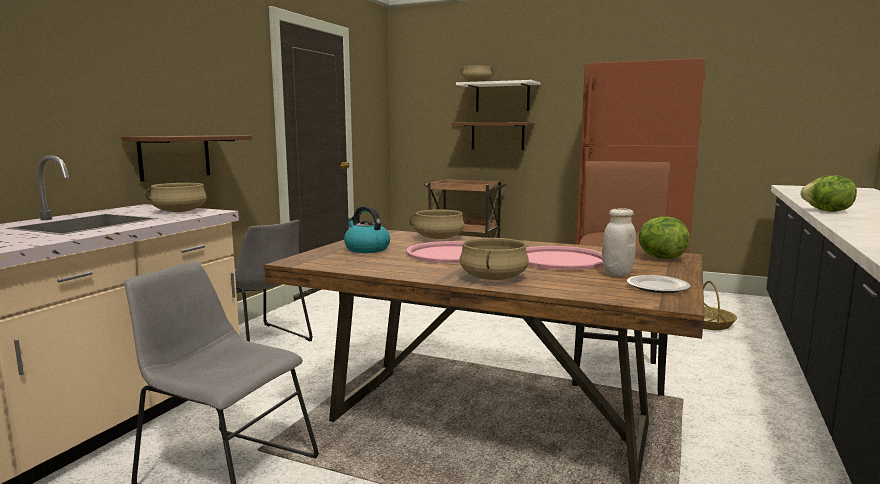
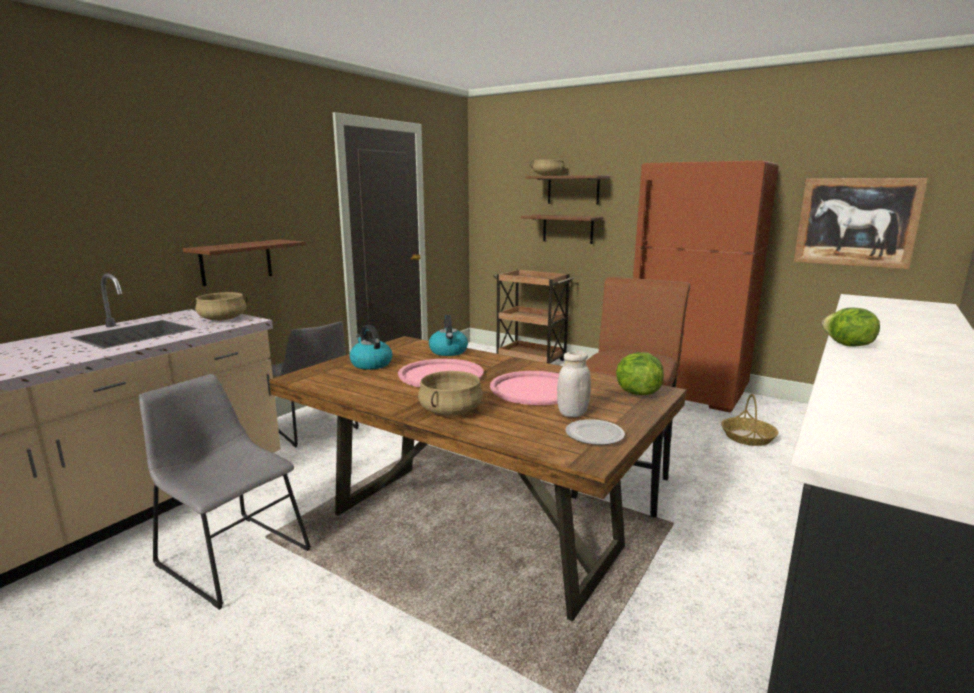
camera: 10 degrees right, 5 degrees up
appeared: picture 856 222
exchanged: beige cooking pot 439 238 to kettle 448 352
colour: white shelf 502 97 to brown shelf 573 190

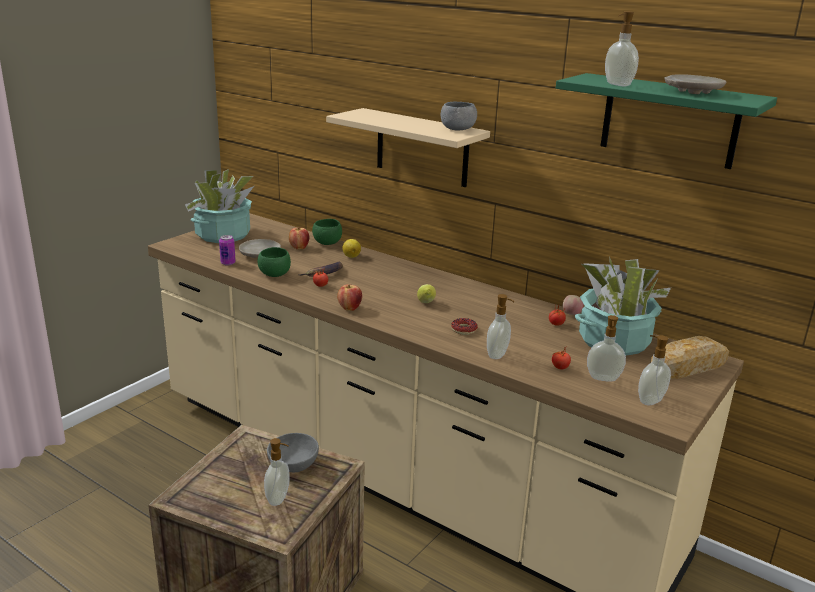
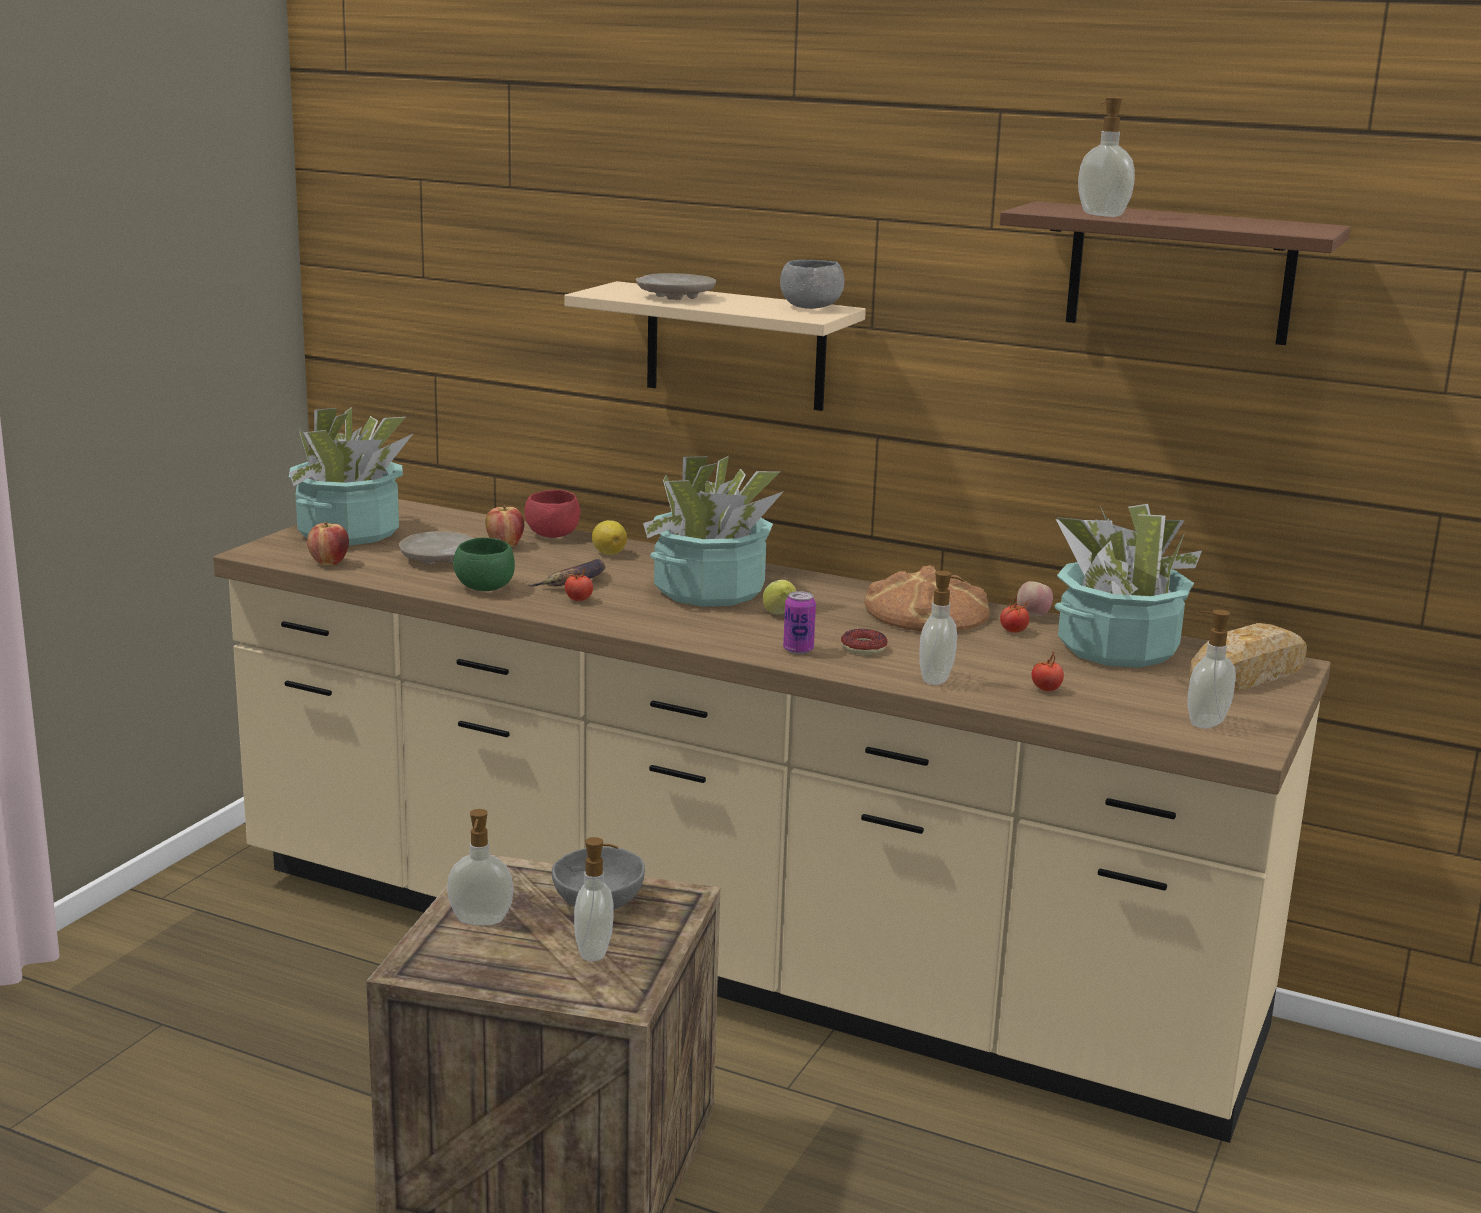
camera: 10 degrees left, 5 degrees down
appeared: potted plant 709 591; bread 926 613
relocated: can 228 263 to 798 650; apple 349 308 to 329 563; soap dispenser 603 379 to 480 921; beige plate 692 92 to 675 297
colour: green bowl 327 243 to red bowl 552 535; green shelf 669 121 to brown shelf 1180 273

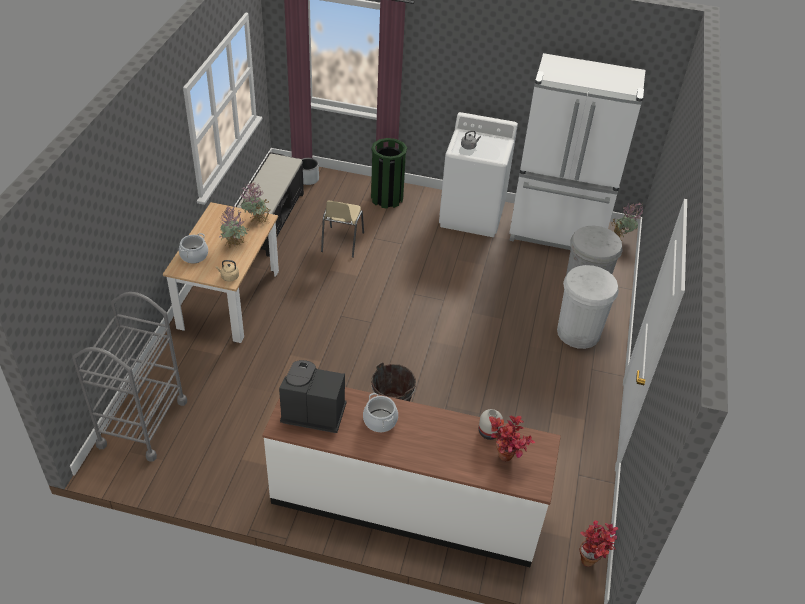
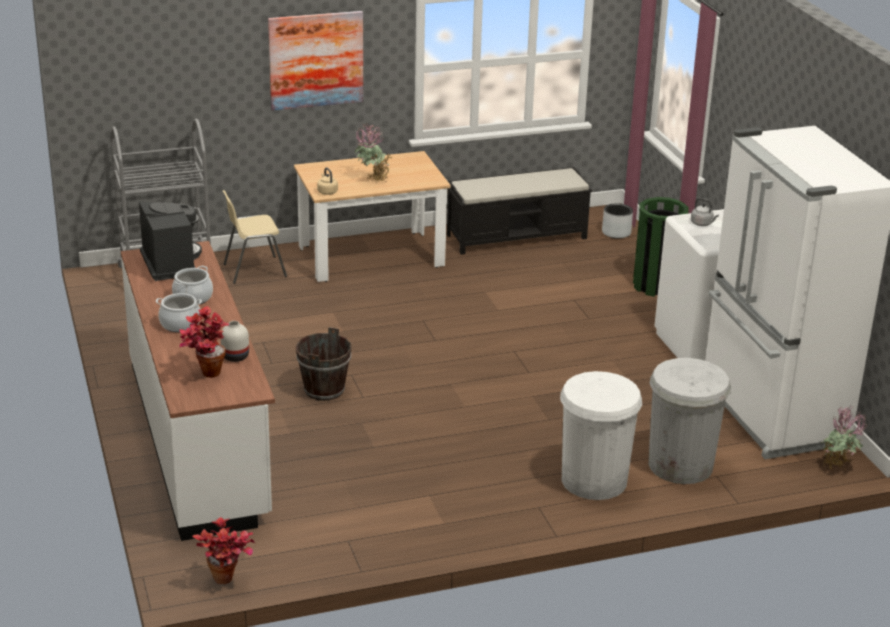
camera: 60 degrees right, 15 degrees down
missing: potted plant 257 223
appeared: picture 316 60
relocated: cooking pot 194 256 to 180 324; beige chair 341 242 to 254 270

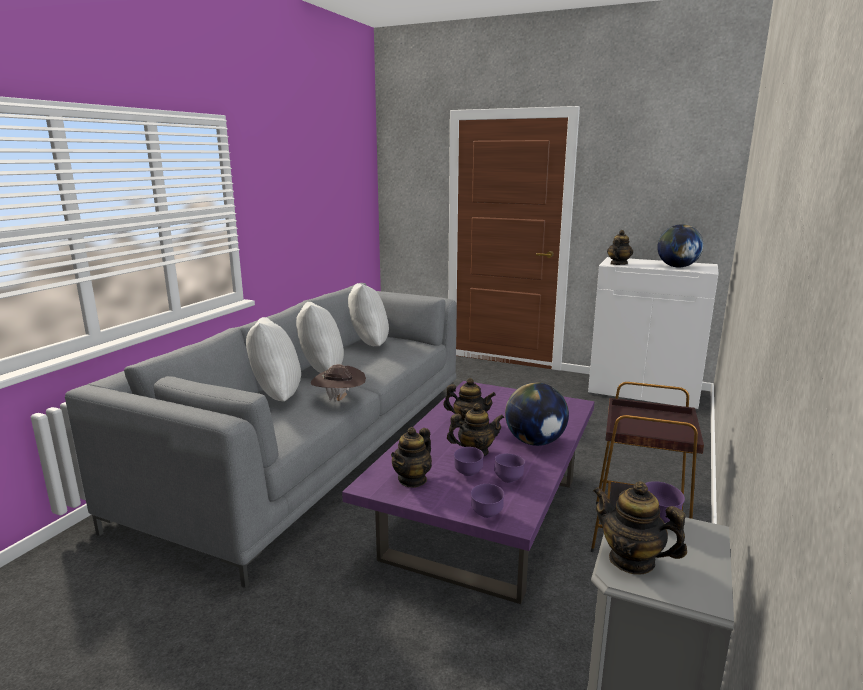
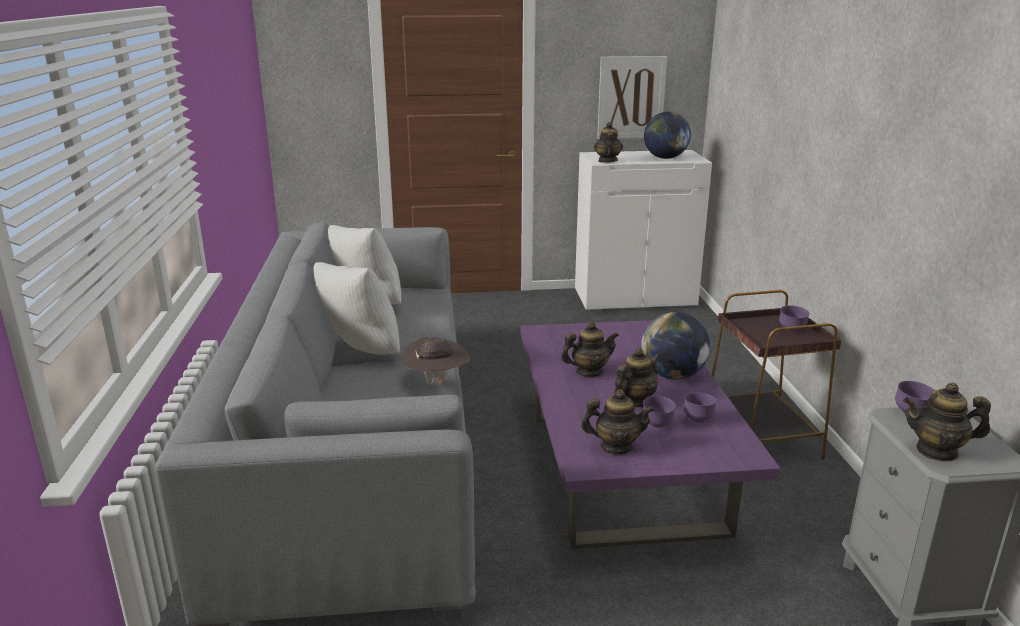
camera: 30 degrees left, 5 degrees up
missing: white pillow 275 397
appeared: picture 631 97
relocated: purple bowl 486 515 to 791 330
spun: teapot 412 480 = 616 447 90 degrees counterclockwise

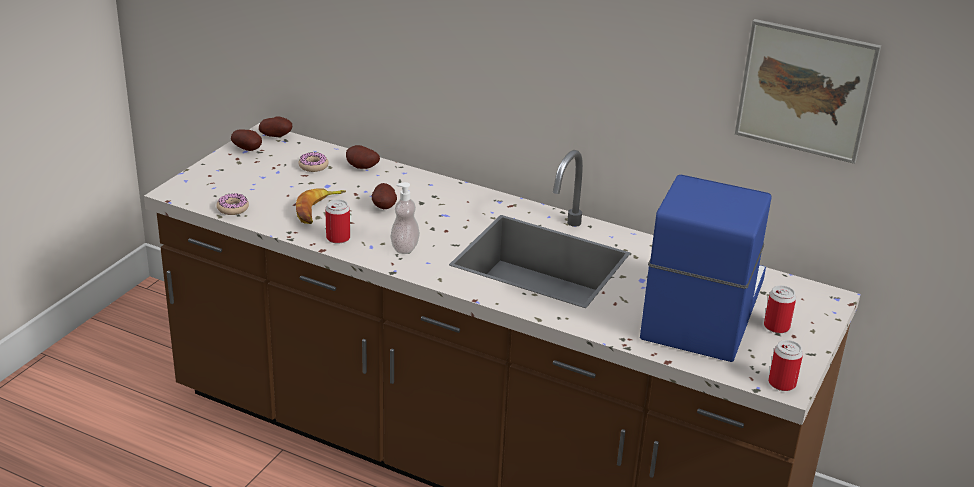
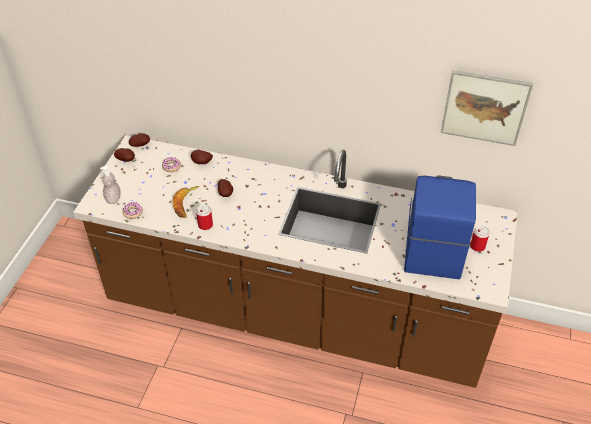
camera: 10 degrees left, 15 degrees up
missing: can 782 383
relocated: soap dispenser 405 248 to 113 198

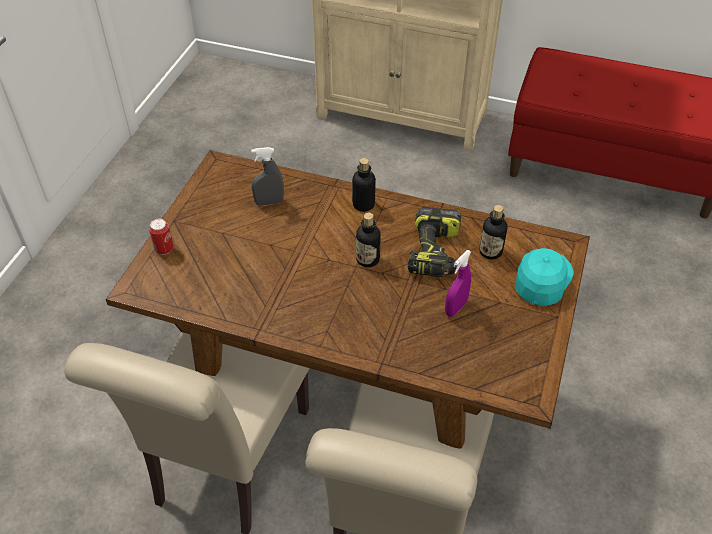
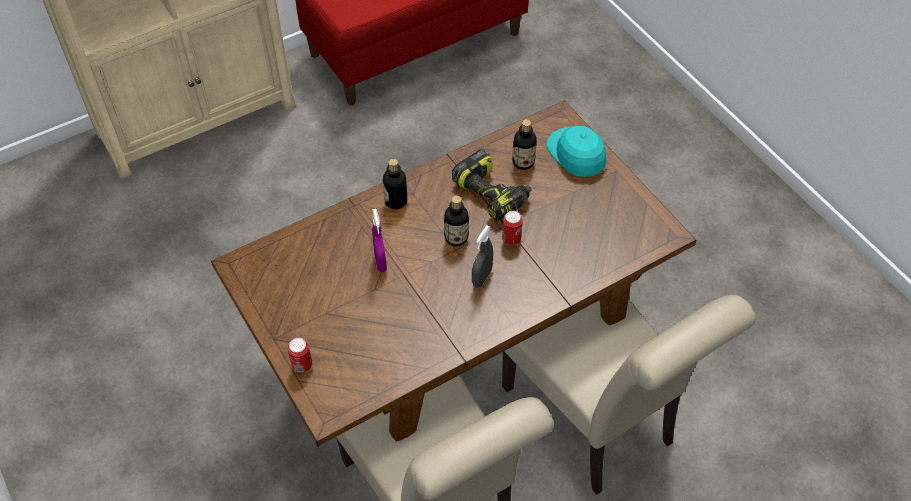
camera: 50 degrees left, 5 degrees up
appeared: can 511 239
relocated: grey spray bottle 269 202 to 482 278; purple spray bottle 456 308 to 380 262

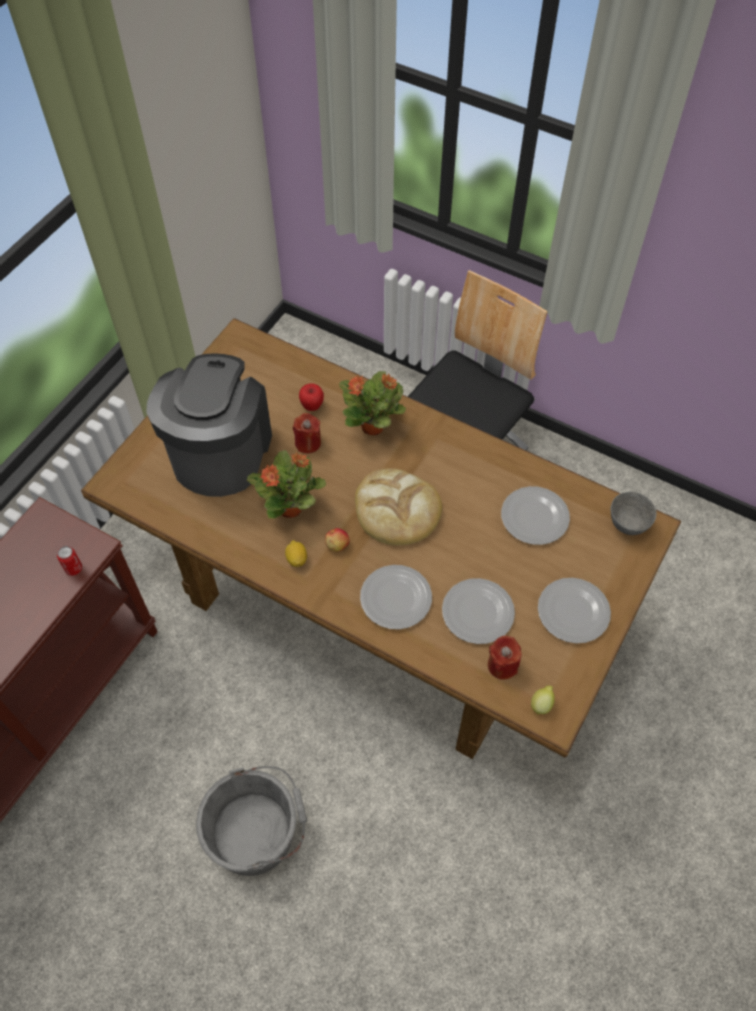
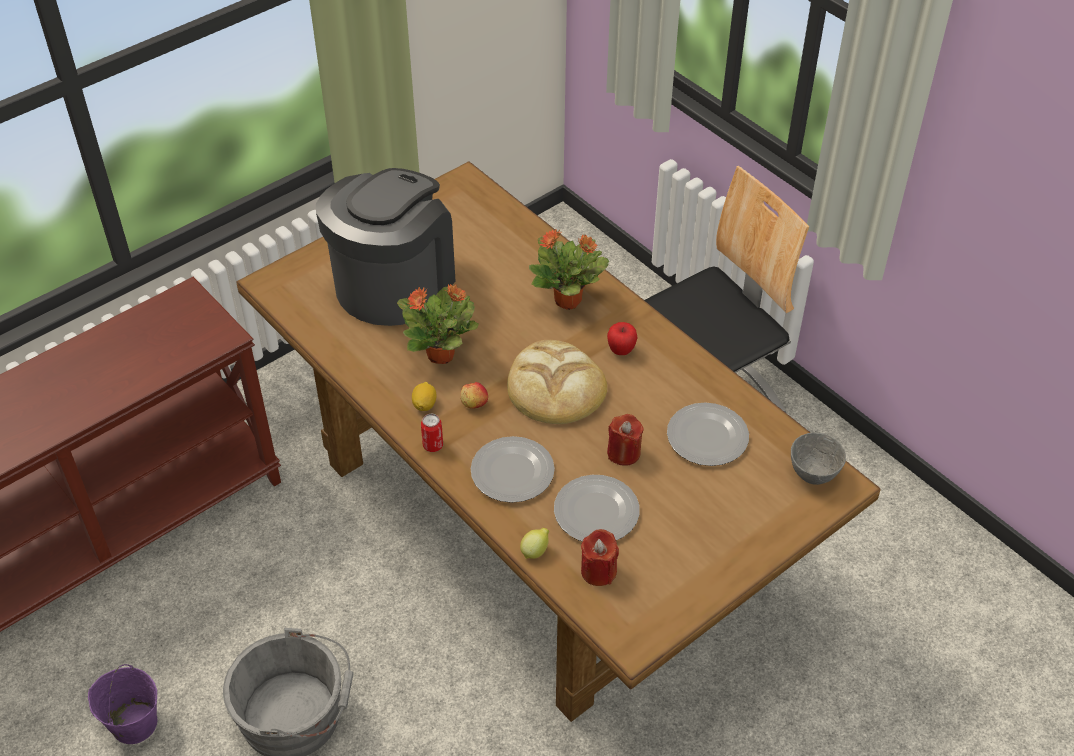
camera: 20 degrees right, 10 degrees down
missing: plate 574 611
appeared: purple bucket 133 723
relocated: can 74 568 to 433 445; red candle 308 443 to 623 453; apple 312 406 to 621 350; lemon 541 704 to 535 551

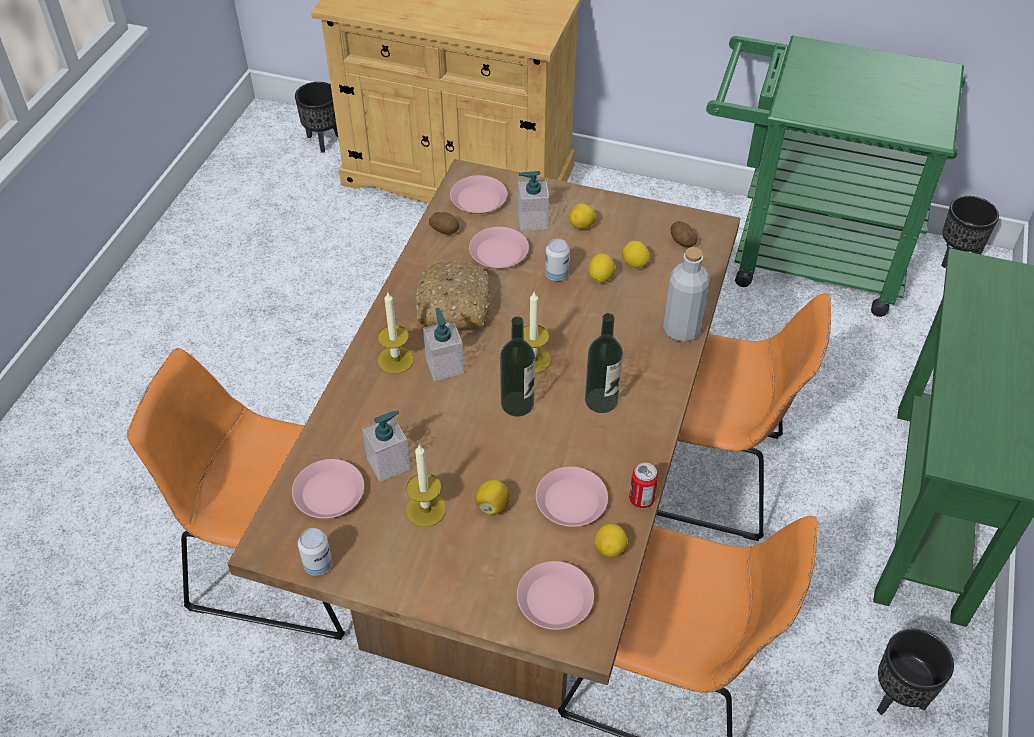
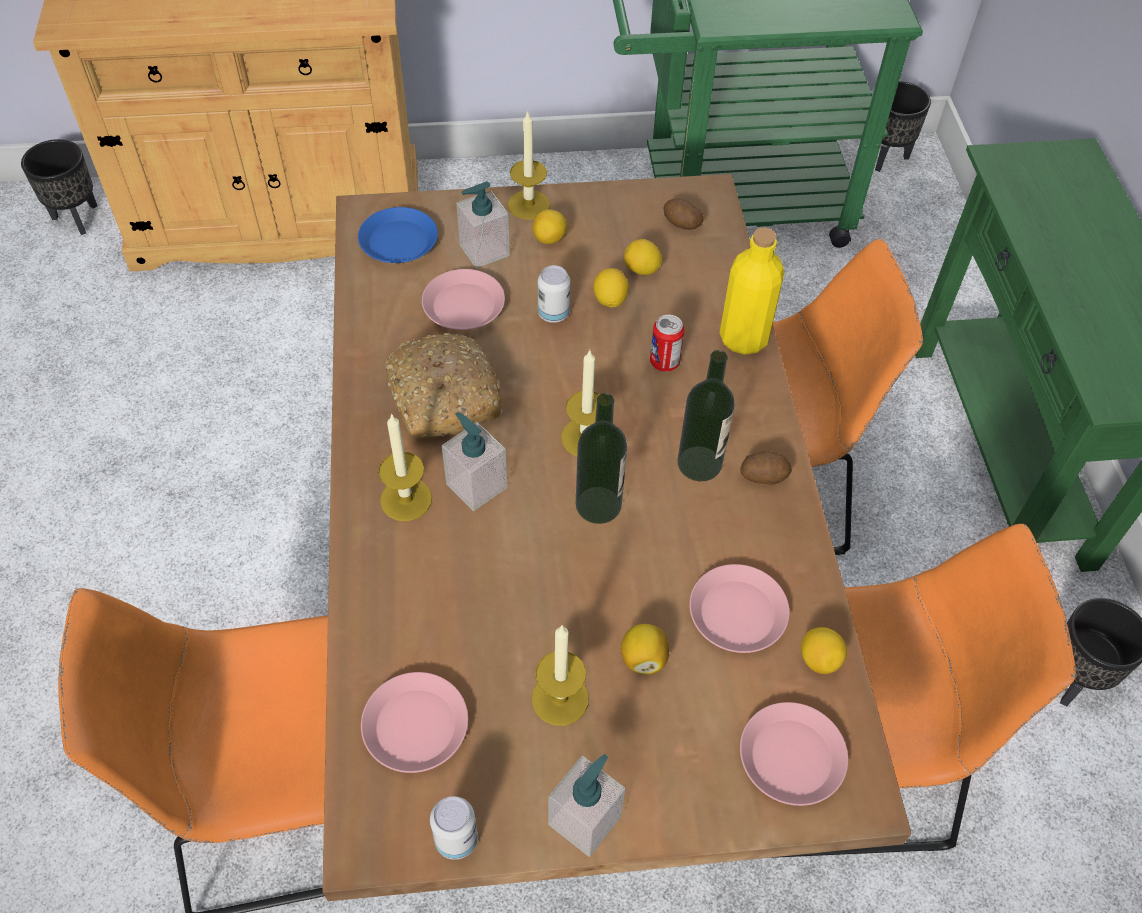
camera: 25 degrees left, 5 degrees up
appeared: candle 528 205
relocated: soap dispenser 389 463 to 585 820; potato 445 229 to 763 475; can 641 499 to 664 362
colour: pink plate 479 199 to blue plate 399 242; grey bottle 681 330 to yellow bottle 743 338

